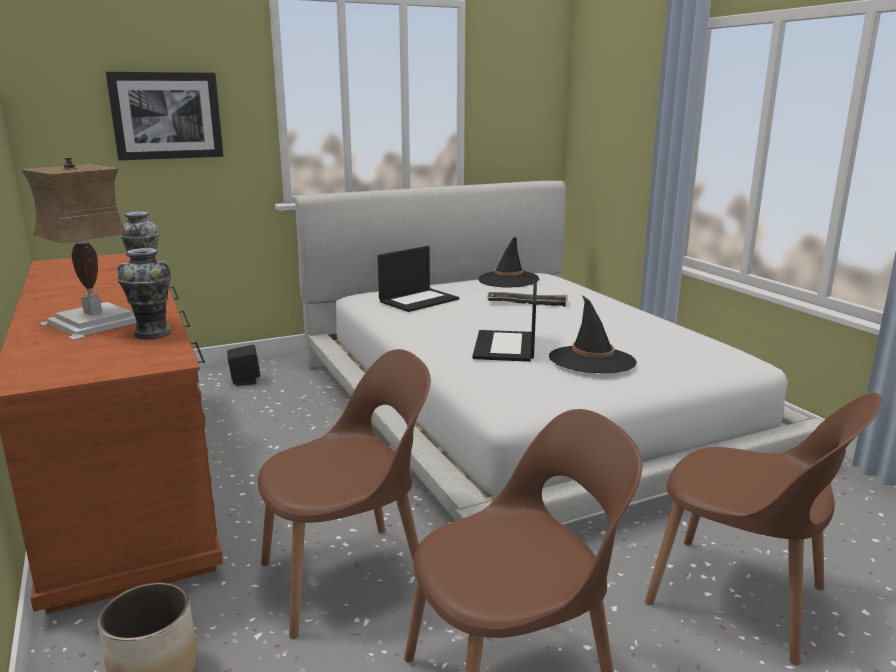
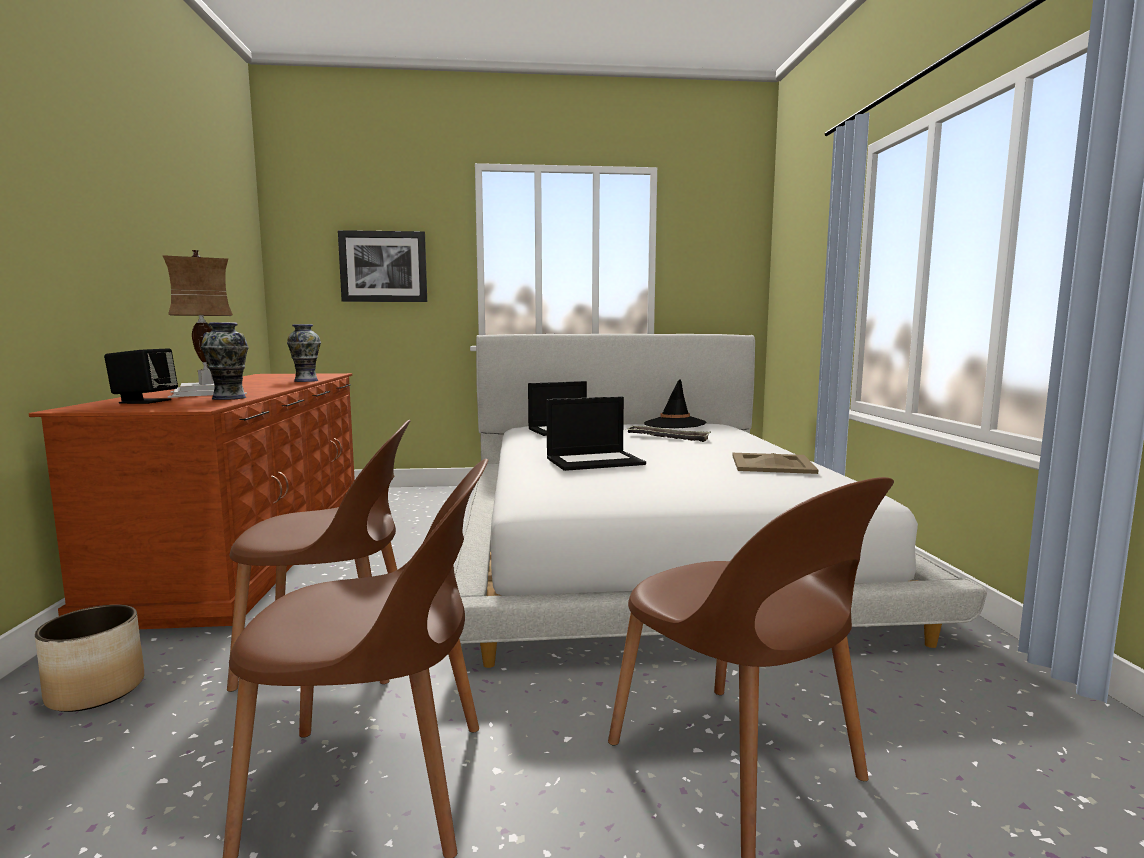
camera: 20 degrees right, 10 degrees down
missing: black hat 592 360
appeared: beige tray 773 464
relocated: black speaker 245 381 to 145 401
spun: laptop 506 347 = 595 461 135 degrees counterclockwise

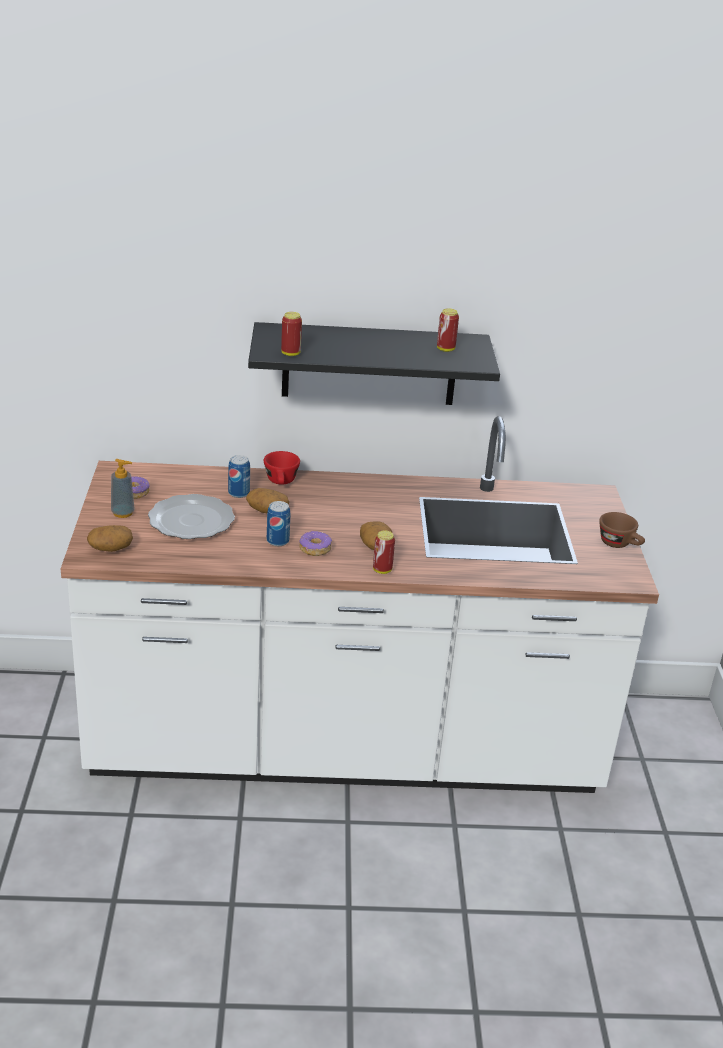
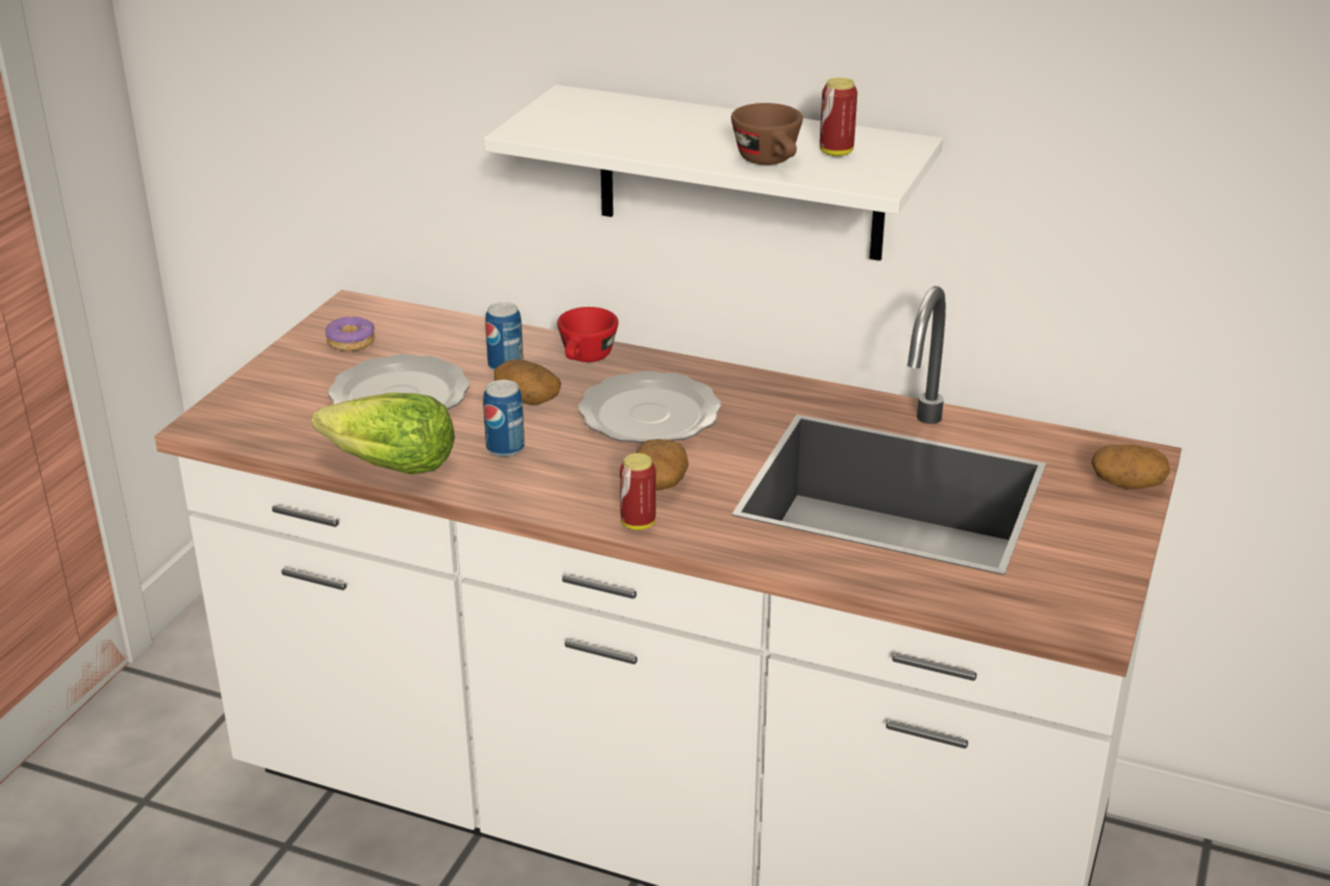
camera: 25 degrees right, 0 degrees up
missing: soap dispenser 123 513; can 290 354; donut 315 549
appeared: lettuce 390 466; plate 648 415
relocated: potato 110 548 to 1126 484; brown cup 620 544 to 771 162
colour: black shelf 369 364 to white shelf 740 173

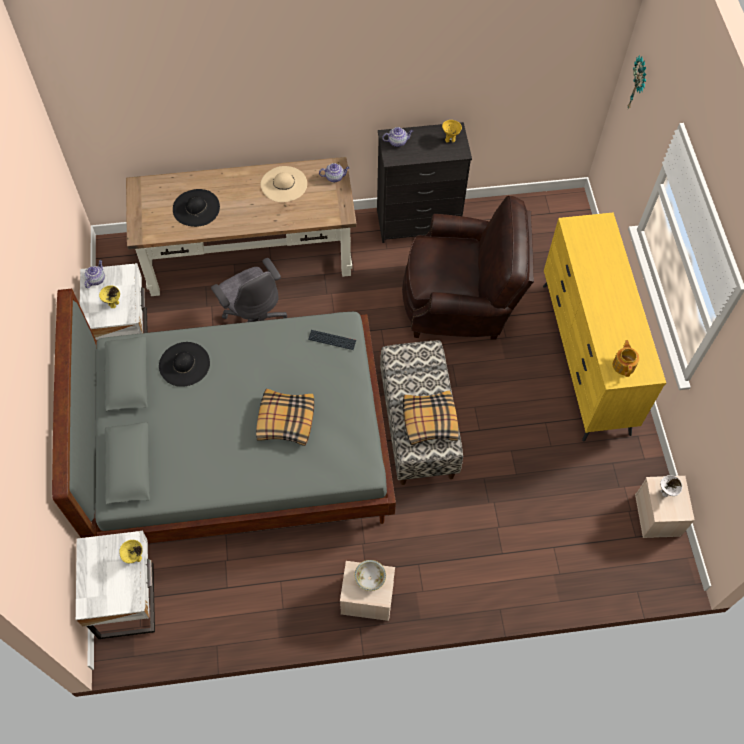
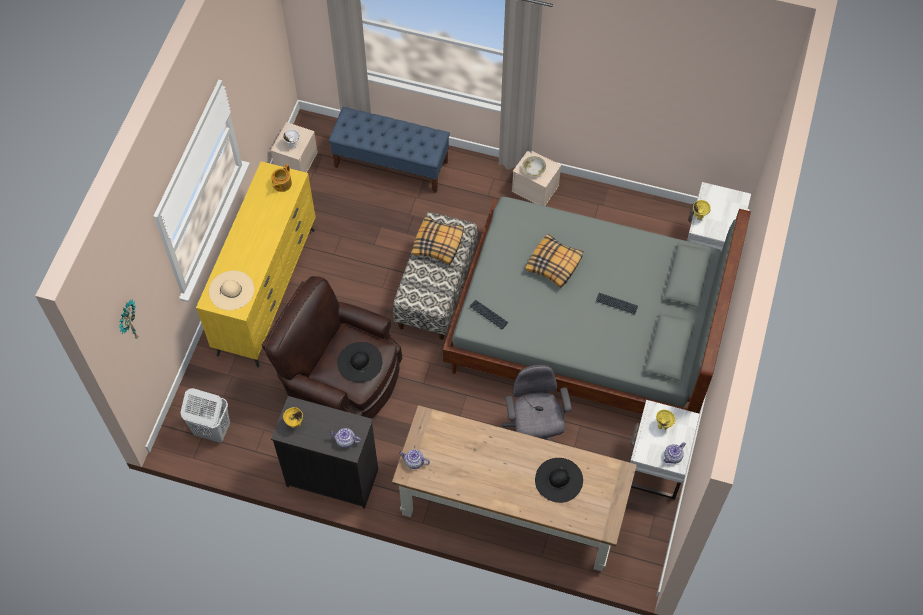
camera: 155 degrees left, 0 degrees up
appeared: white laundry basket 211 430; blue bench 391 164; keyboard 616 304
relocated: black hat 184 364 to 360 362; beige hat 284 184 to 231 290

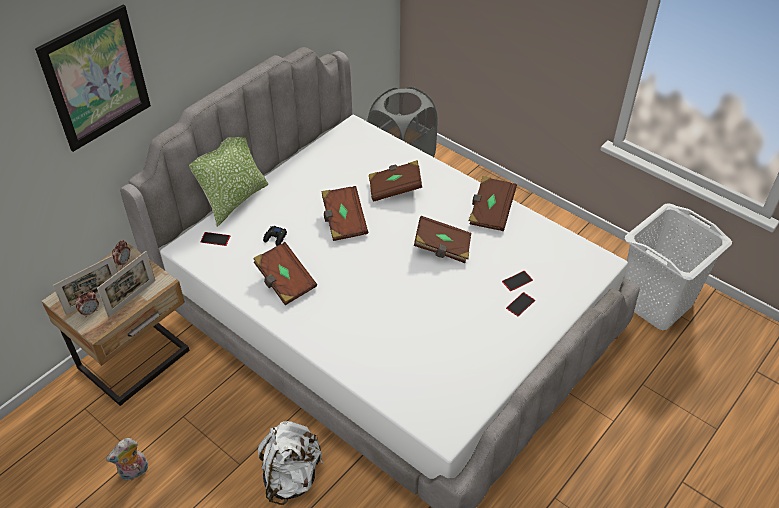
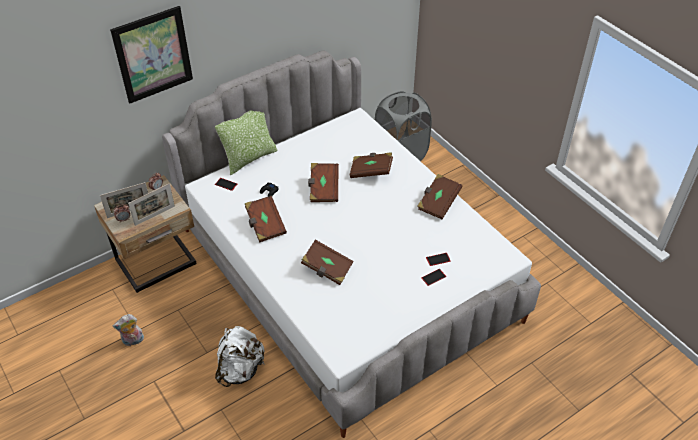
camera: 15 degrees right, 0 degrees up
missing: white laundry basket 656 302
relocated: brown book 442 248 to 327 269

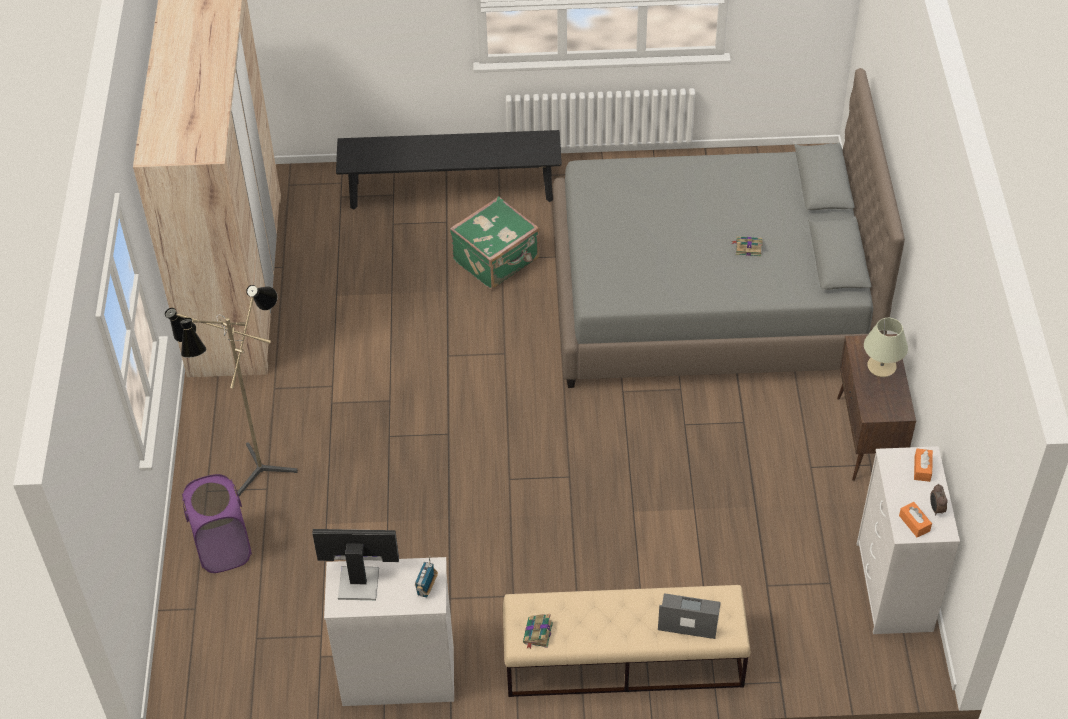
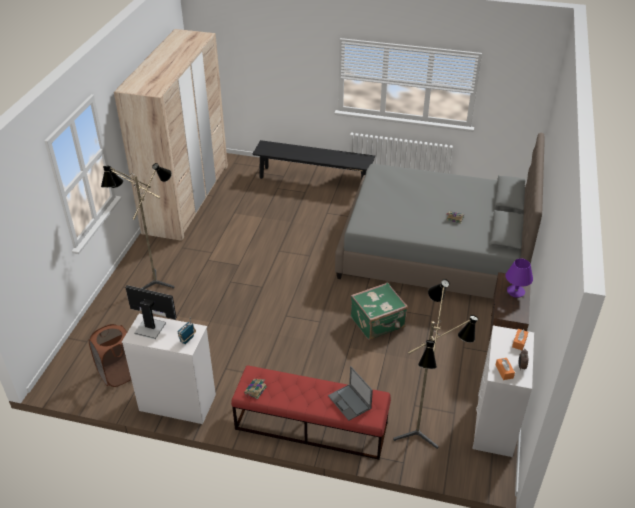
camera: 15 degrees right, 10 degrees down
missing: purple laundry basket 223 548
appeared: brown laundry basket 118 373; floor lamp 422 434
relocated: green suitcase 497 260 to 378 323
colour: beige bench 623 660 to red bench 311 426; beige table lamp 881 366 to purple table lamp 515 291
spun: laptop 688 616 = 350 402 150 degrees counterclockwise

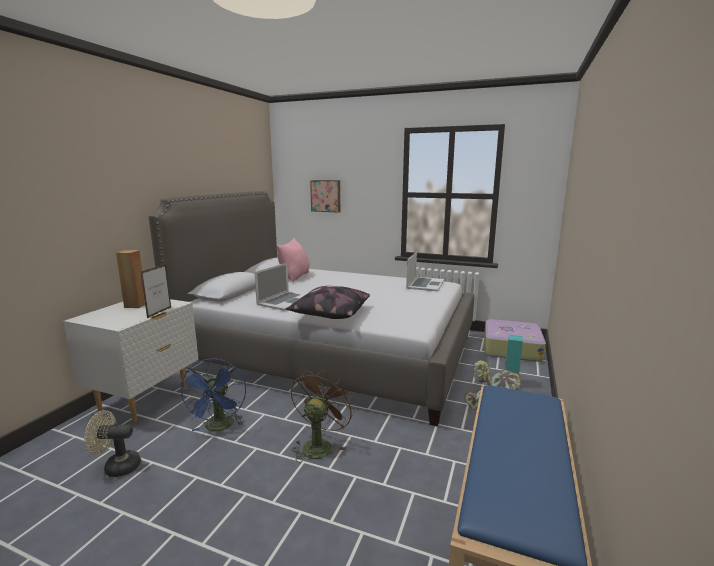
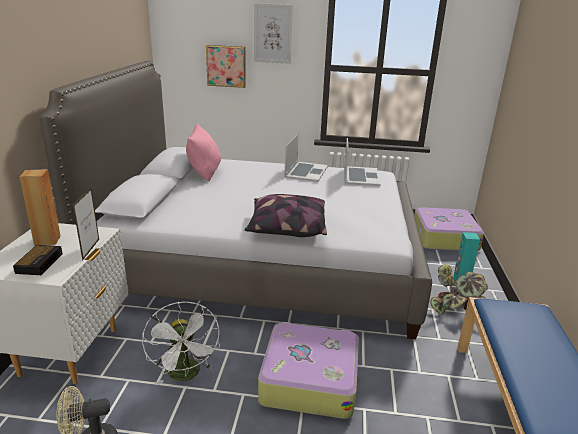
camera: 15 degrees left, 10 degrees up
appeared: alarm clock 40 262; picture 273 33
relocated: laptop 285 301 to 306 172
exchanged: brown fan 319 444 to suitcase 309 379
colour: blue fan 219 427 to white fan 186 375

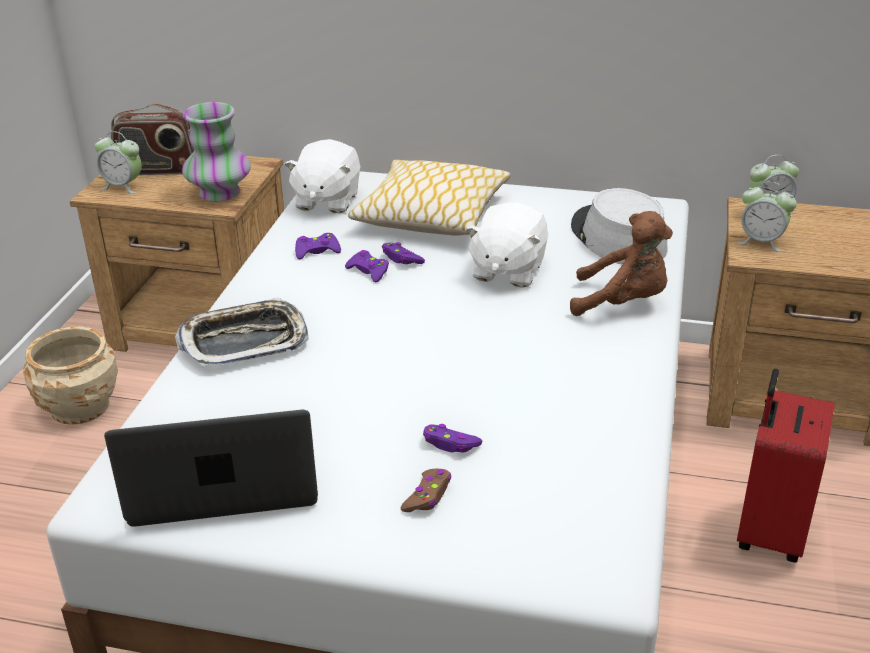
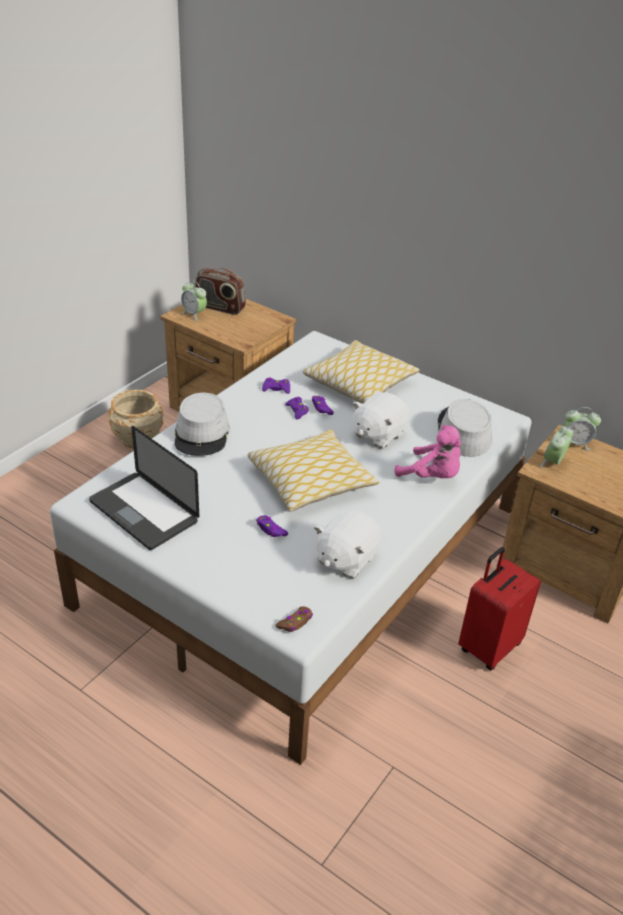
camera: 20 degrees right, 5 degrees up
missing: vase 219 193
appeared: pillow 311 481
relocated: white plush toy 326 201 to 345 558; brown game controller 427 496 to 295 622
exchanged: tray 244 341 to grey hat 202 434
colour: brown plush toy 623 302 to pink plush toy 432 476
spun: laptop 224 482 = 144 511 150 degrees counterclockwise; alarm clock 761 242 = 553 462 75 degrees clockwise

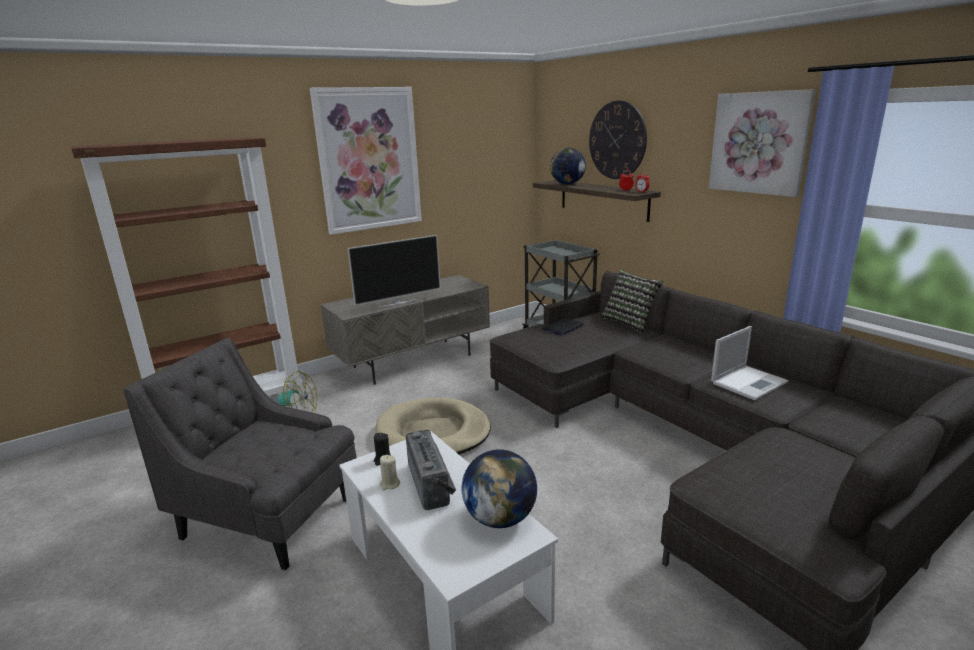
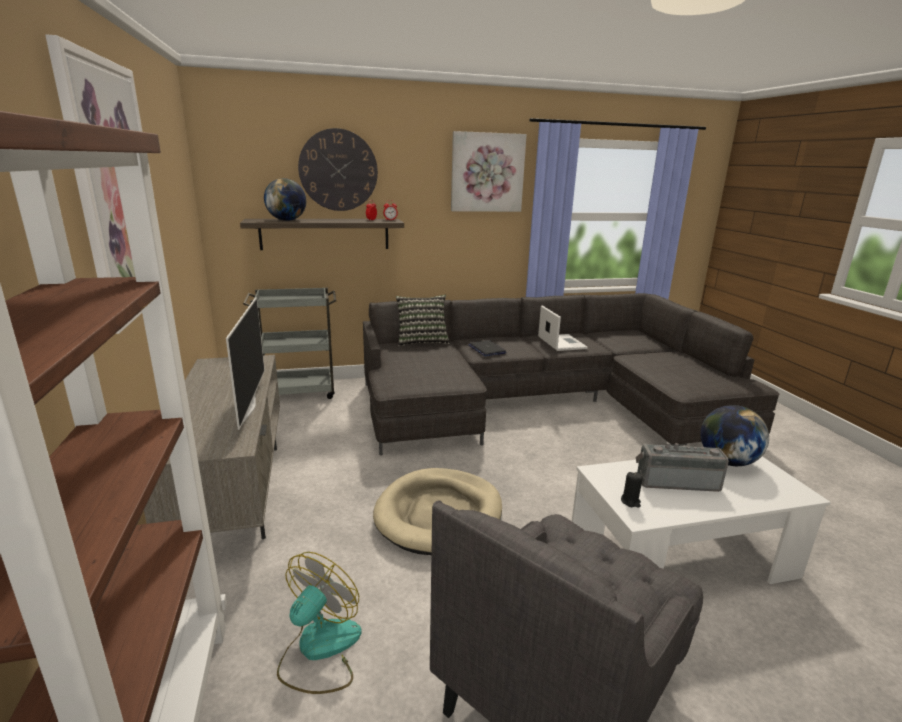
camera: 70 degrees left, 0 degrees up
missing: beige candle 389 484
relocated: laptop 563 327 to 486 349

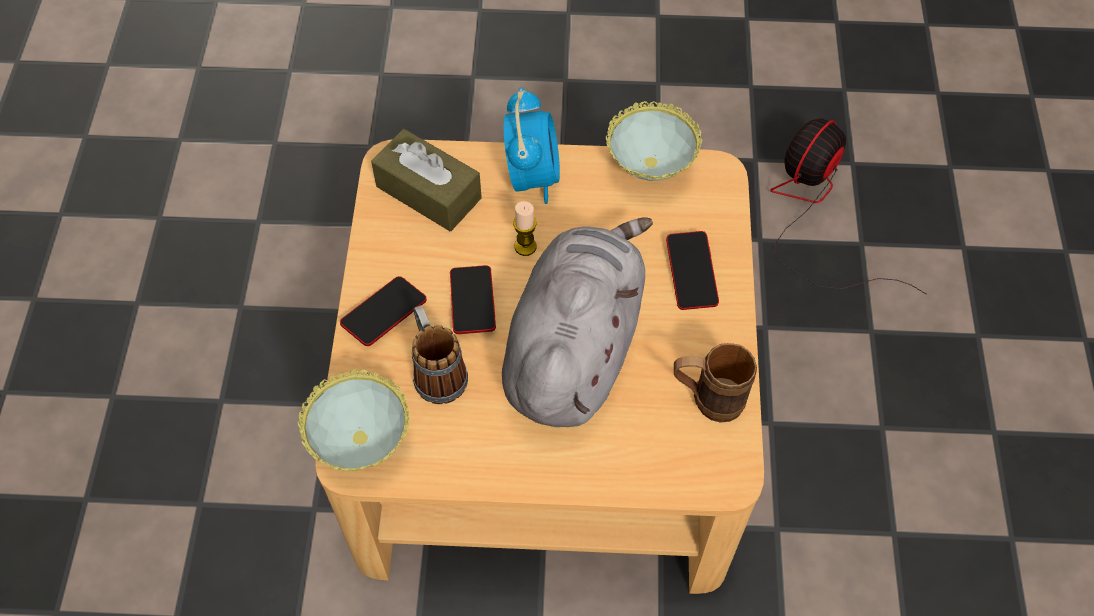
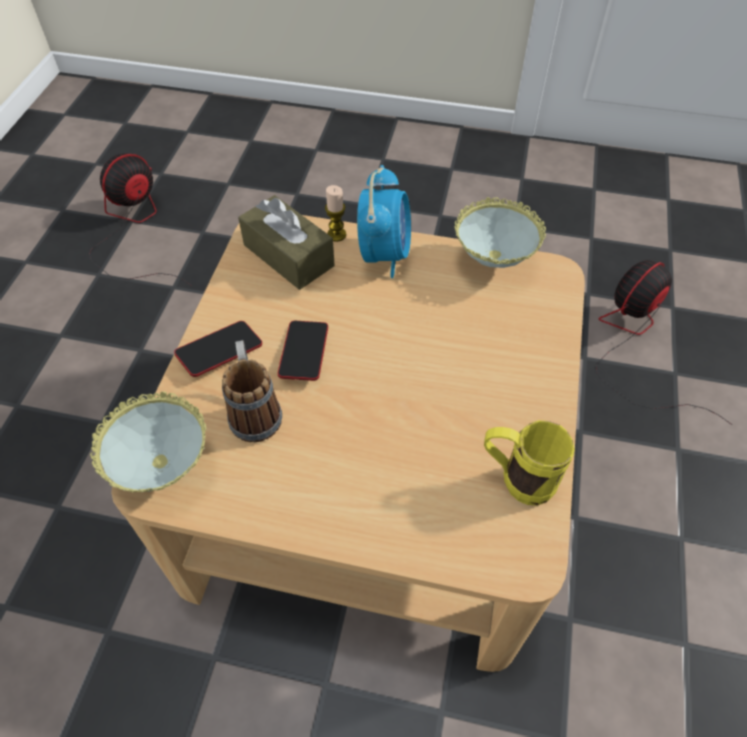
camera: 10 degrees right, 5 degrees down
missing: grey plush toy 574 347; phone 691 273
appeared: fan 134 228
relocated: candle 525 246 to 336 234
colour: brown mug 706 399 to yellow mug 516 479

